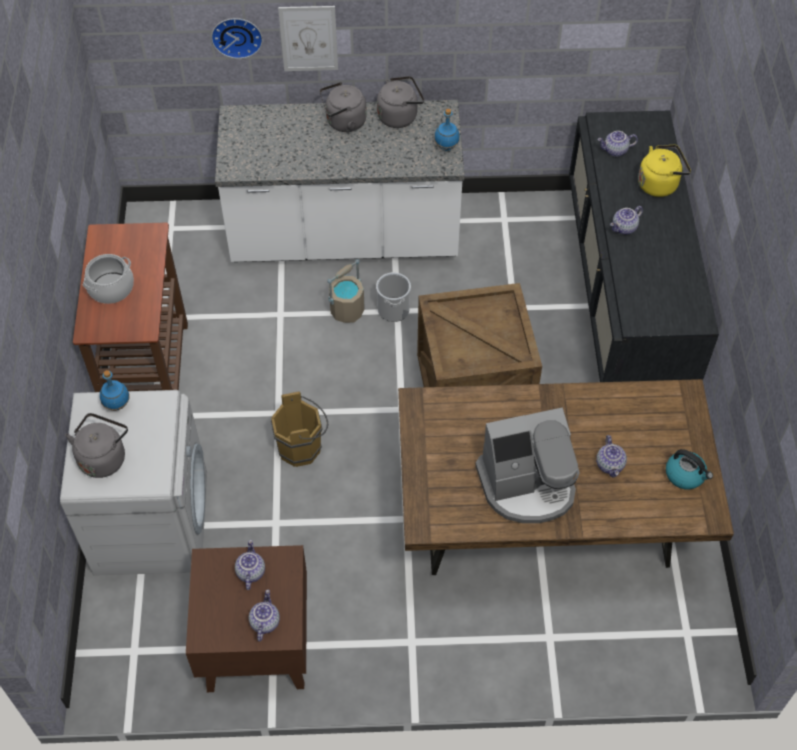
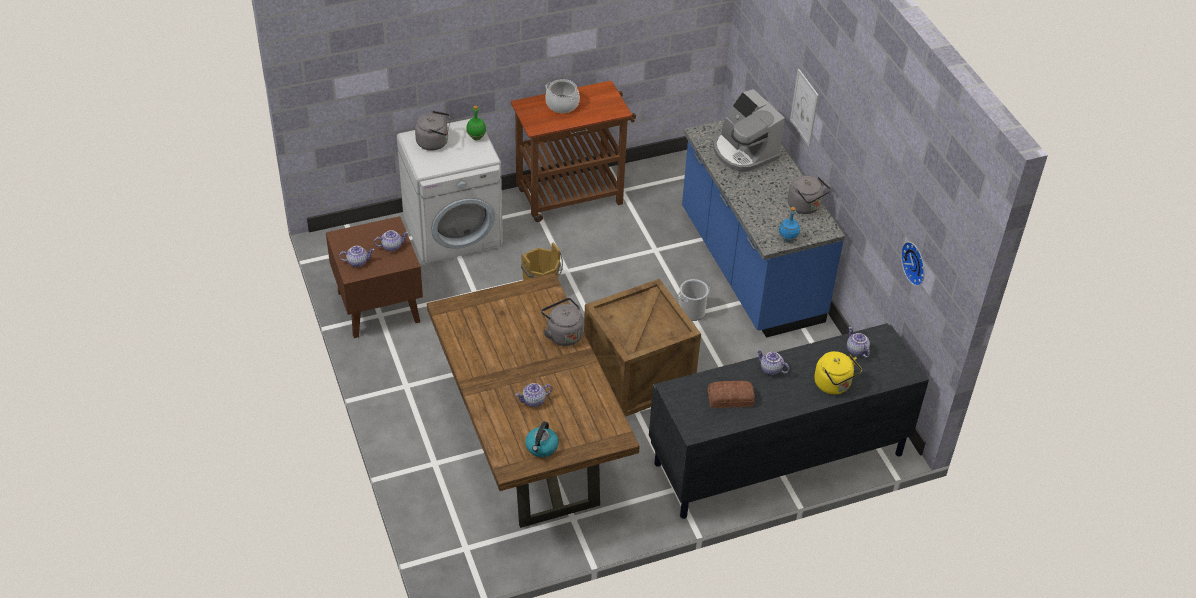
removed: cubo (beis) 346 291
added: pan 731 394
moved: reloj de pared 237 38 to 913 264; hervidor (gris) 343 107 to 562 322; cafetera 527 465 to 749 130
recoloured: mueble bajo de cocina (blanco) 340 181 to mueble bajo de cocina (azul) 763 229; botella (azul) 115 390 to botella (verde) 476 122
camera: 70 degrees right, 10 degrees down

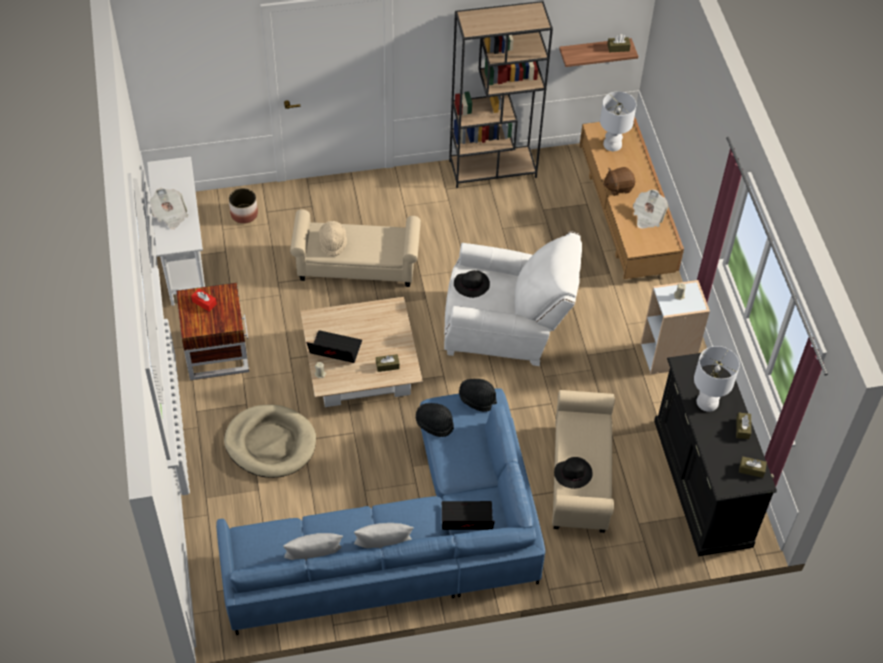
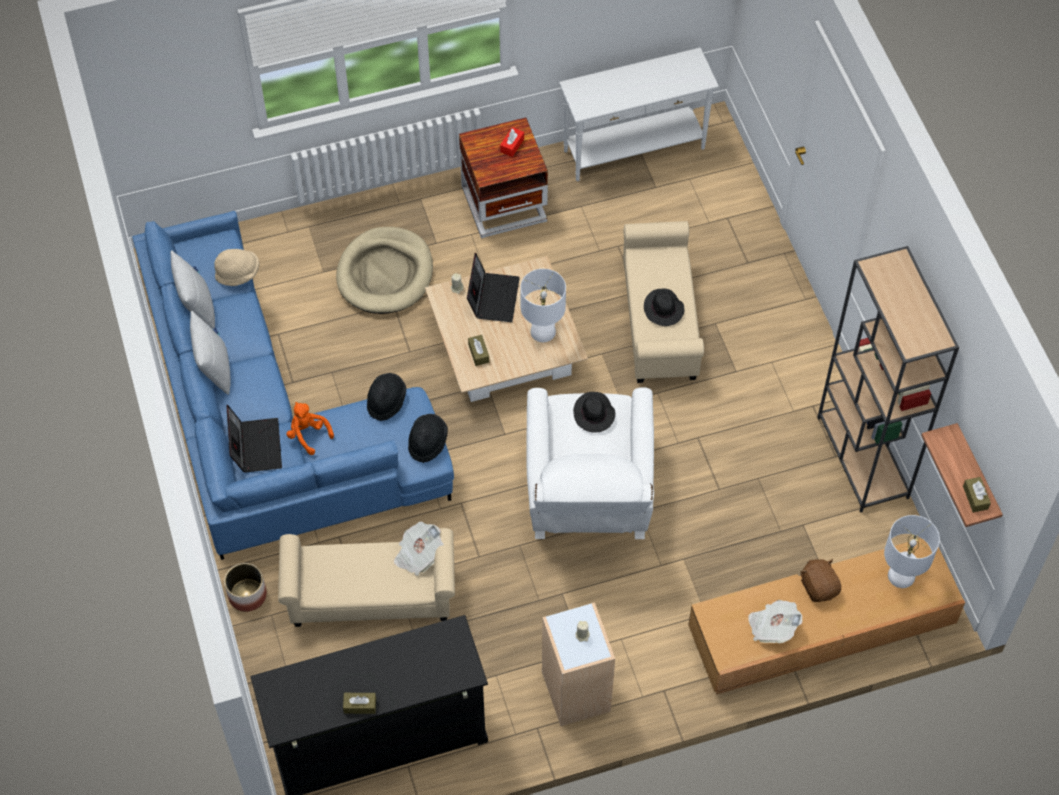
removed: caja de pañuelos (marrón) 753 467
added: peluche (naranja) 310 428
moved: periódico 169 208 to 419 548; maceta 243 206 to 245 587; sombrero (beis) 333 238 to 236 267; lámpara de mesa (blanco) 717 379 to 543 305; sombrero (negro) 573 473 to 664 307
camera: 85 degrees right, 5 degrees up

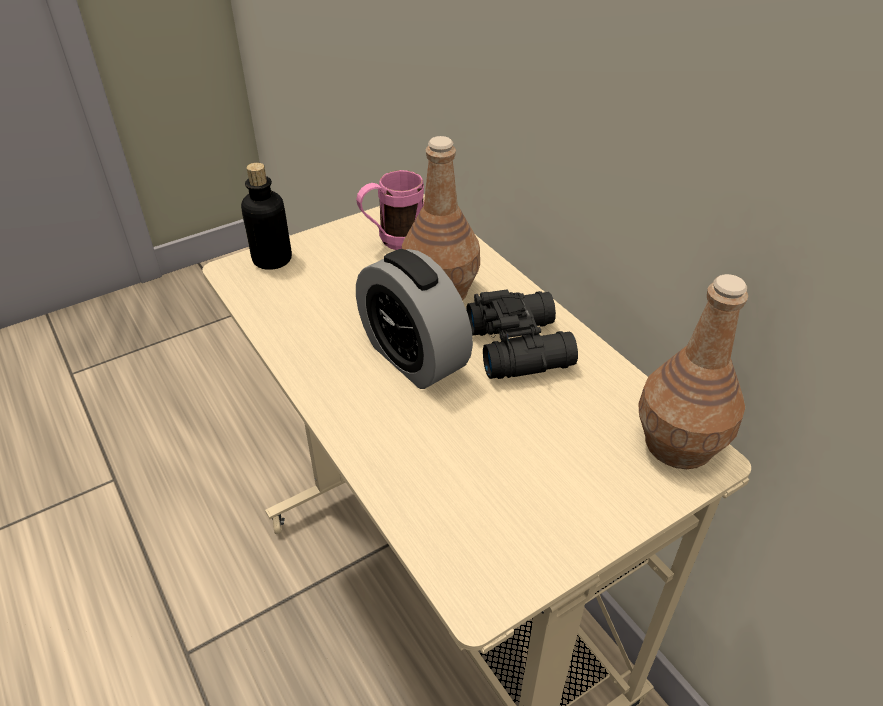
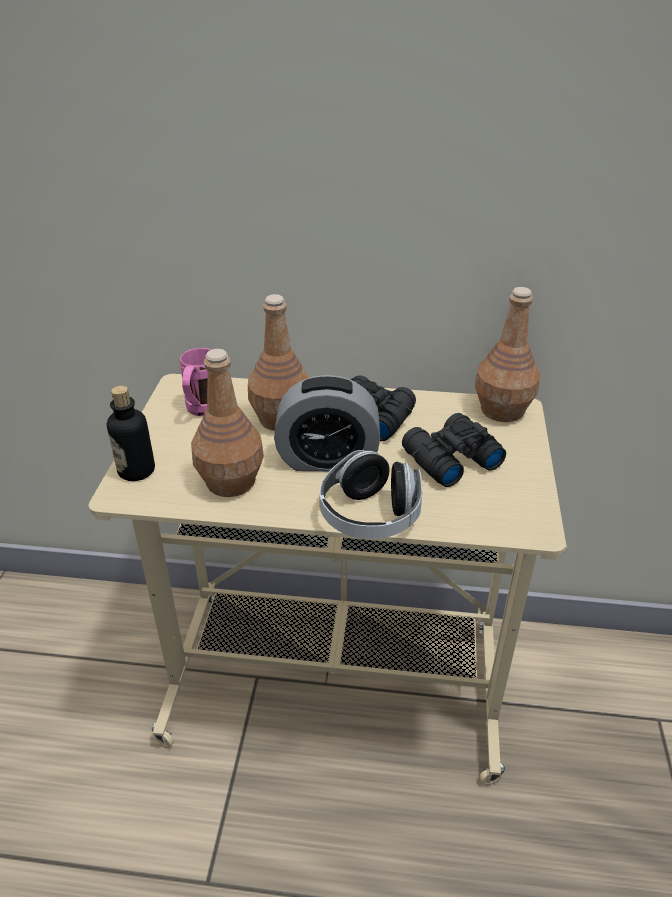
added: botella (marrón) 227 423; prismáticos (negro) 454 450; auriculares 370 494
camera: 50 degrees left, 5 degrees down

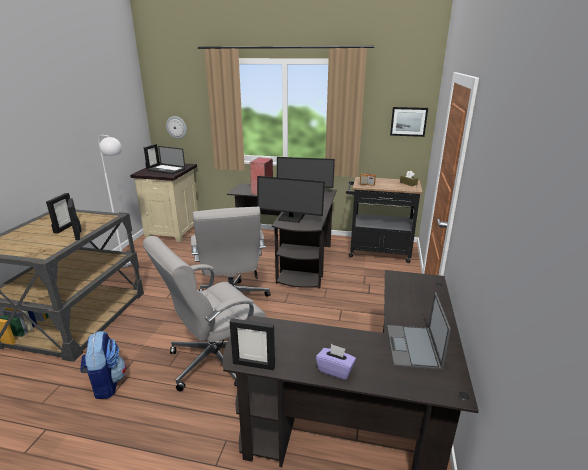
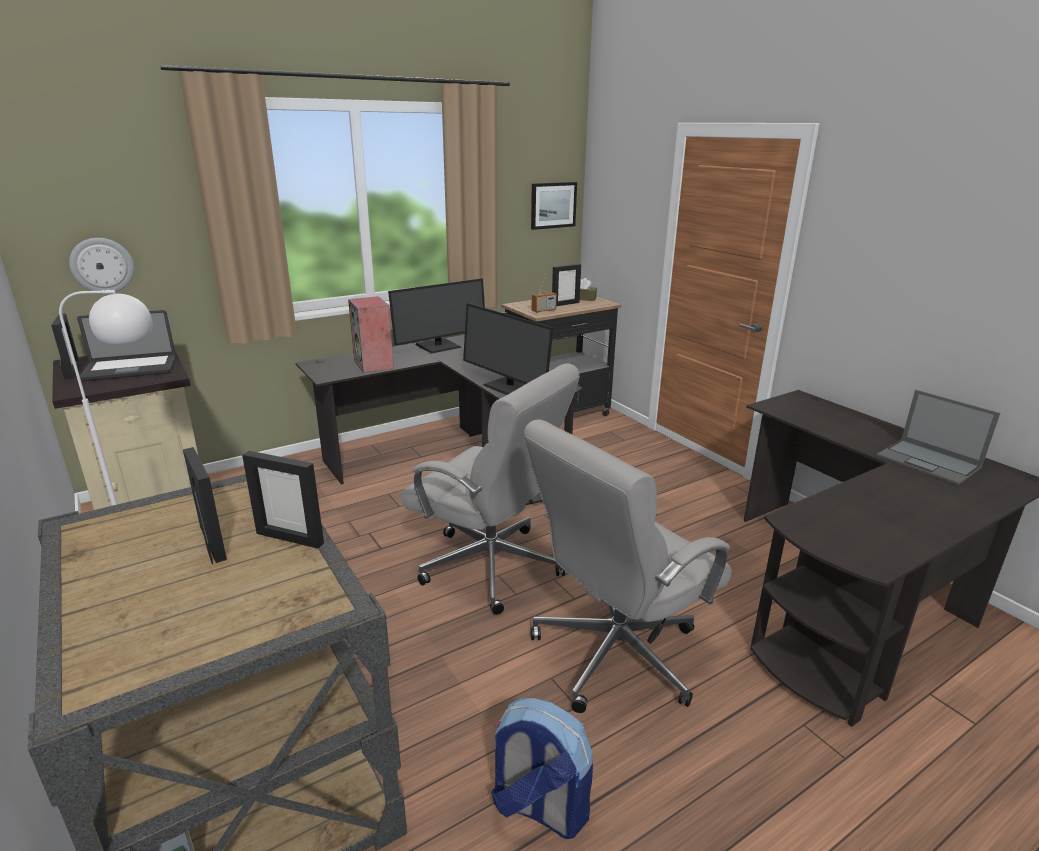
removed: caja de pañuelos (morado) 336 362
moved: portarretratos 252 344 to 566 285
turned: monitor 291 199 = 508 349 75 degrees clockwise; silla de oficina (gris) 204 313 = 627 566 45 degrees clockwise
camera: 45 degrees left, 0 degrees up

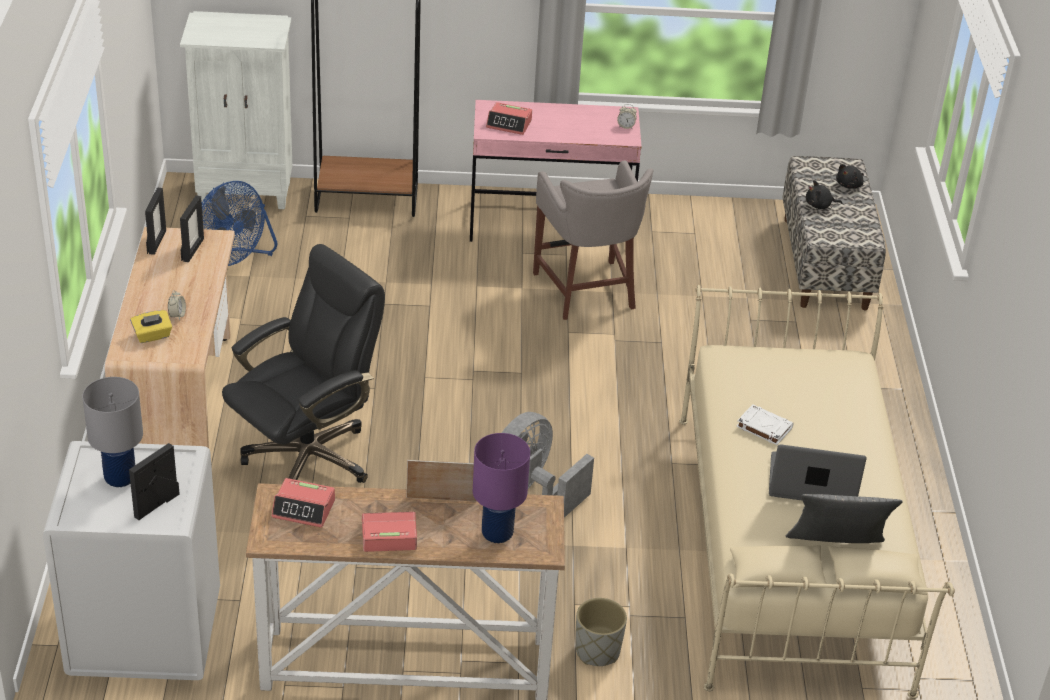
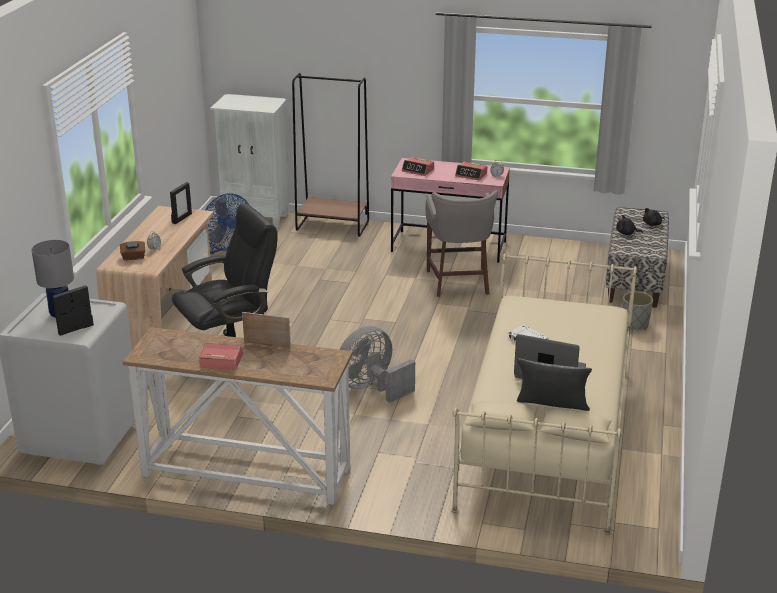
removed: portarretratos 155 221; lámpara de mesa (morado) 501 488
moved: despertador 303 503 to 471 171; maceta (gris) 601 632 to 638 311
recoloured: caja de pañuelos (amarillo) 151 326 to caja de pañuelos (marrón) 132 250
camera: 15 degrees right, 10 degrees down

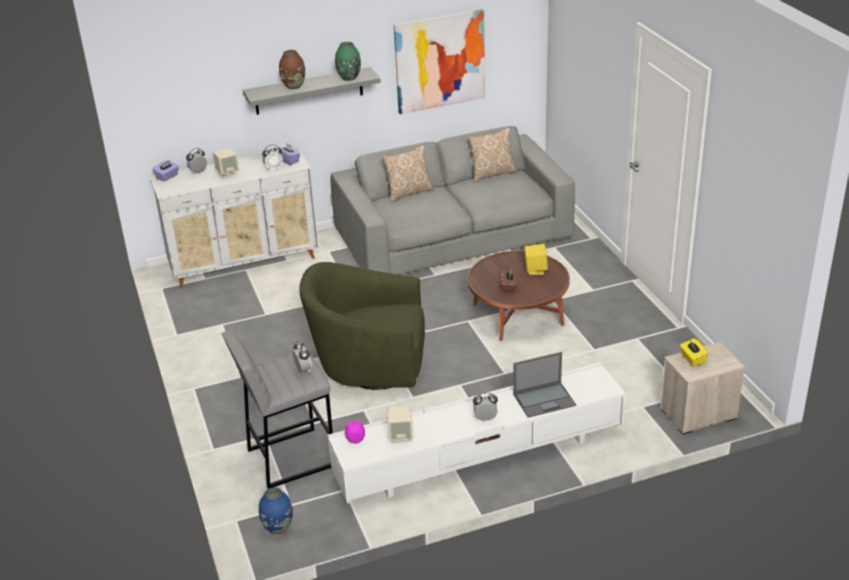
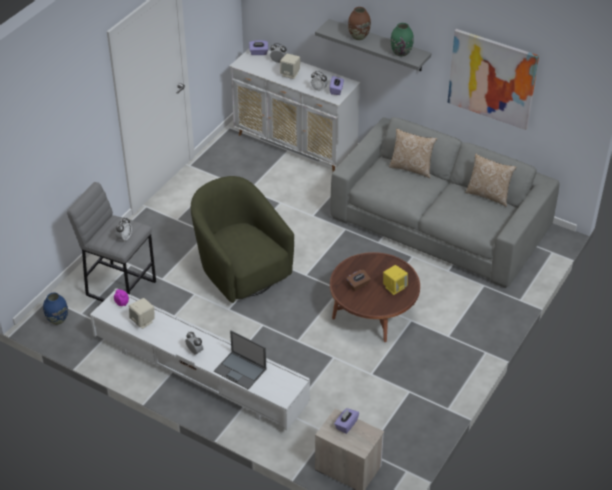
recoloured: caja de pañuelos (amarillo) 694 352 to caja de pañuelos (morado) 346 421
camera: 50 degrees right, 10 degrees up

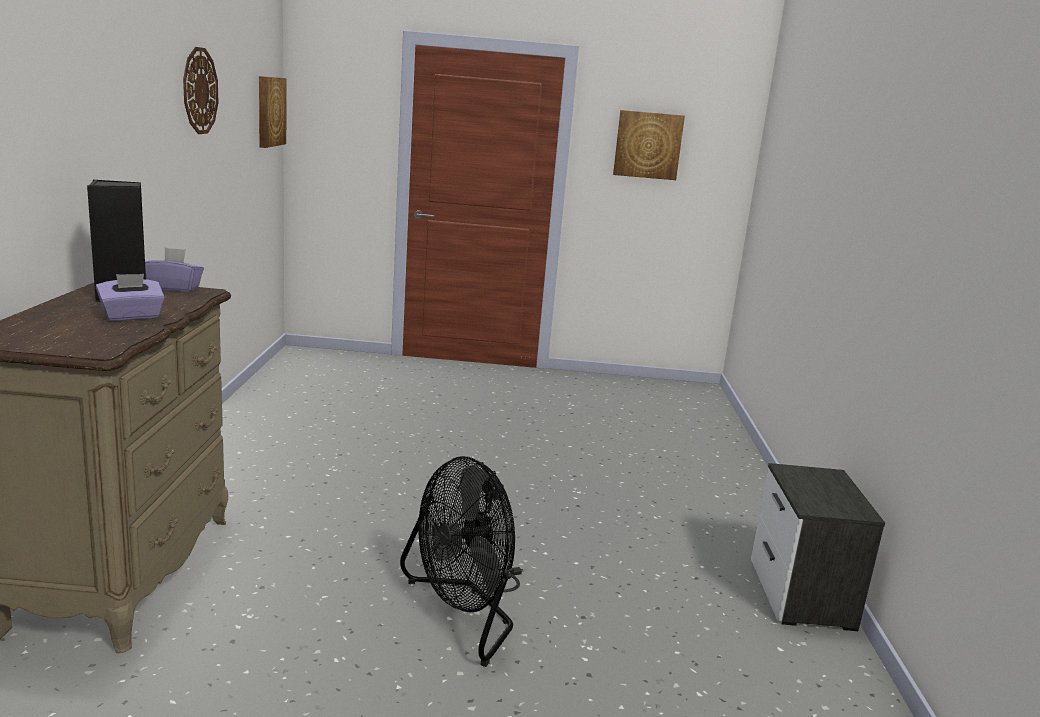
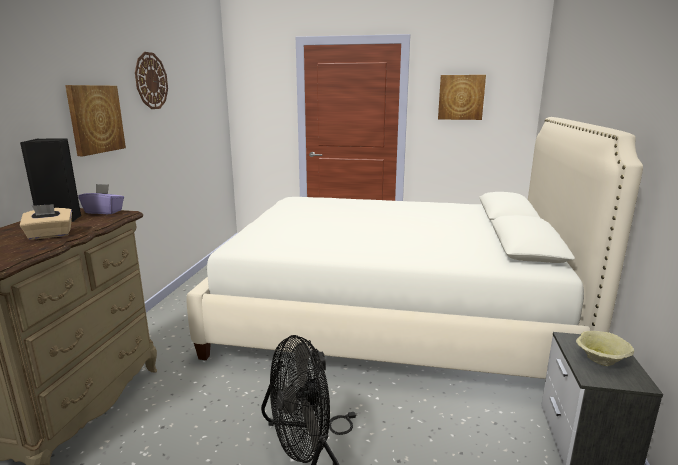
added: cama (blanco) 414 248; cuenco (beis) 605 348
moved: cuadro 272 112 to 95 120
recoloured: caja de pañuelos (morado) 130 297 to caja de pañuelos (beis) 46 222
camera: 10 degrees right, 0 degrees up

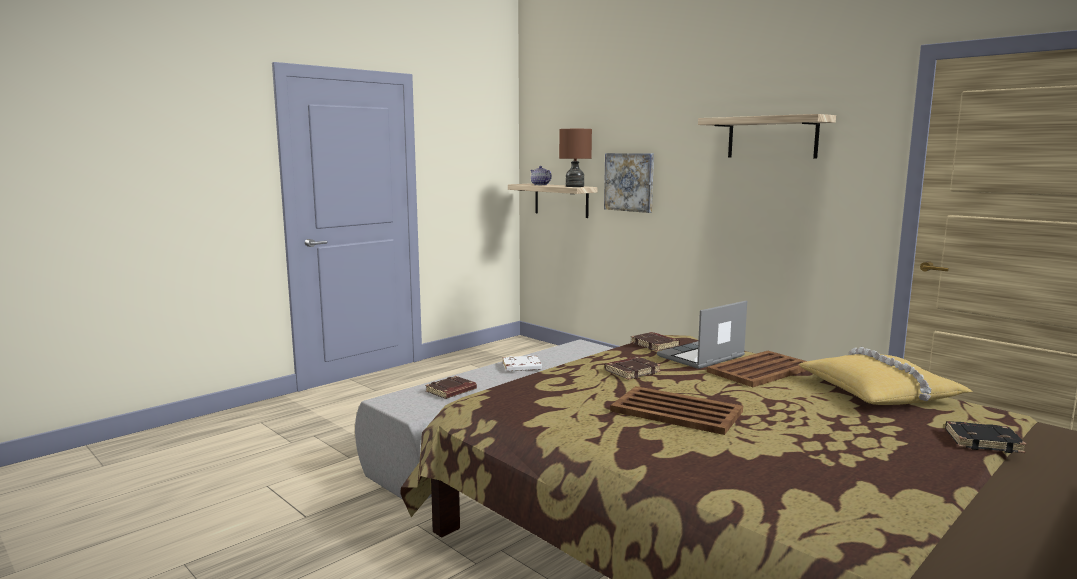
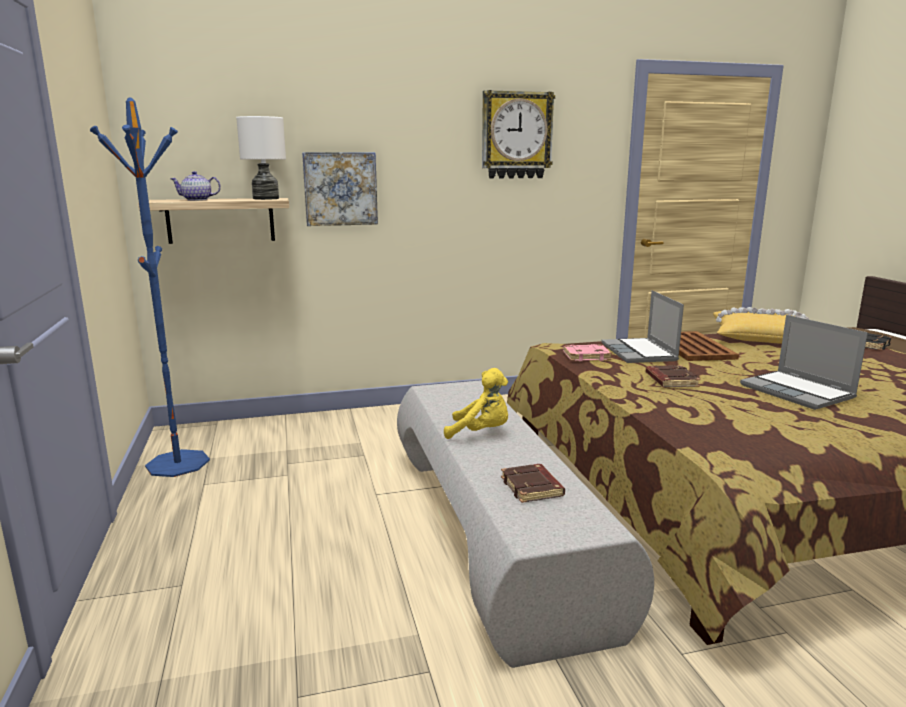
added: perchero (azul) 150 287
replaced: estante 767 136 to reloj de pared 518 134; libro (blanco) 522 363 to peluche (amarillo) 476 403; bandeja (marrón) 676 410 to portátil 804 362
recoloured: lámpara de mesa (marrón) 575 158 to lámpara de mesa (blanco) 261 158; libro (marrón) 655 341 to libro (rosa) 587 352
camera: 60 degrees left, 5 degrees up

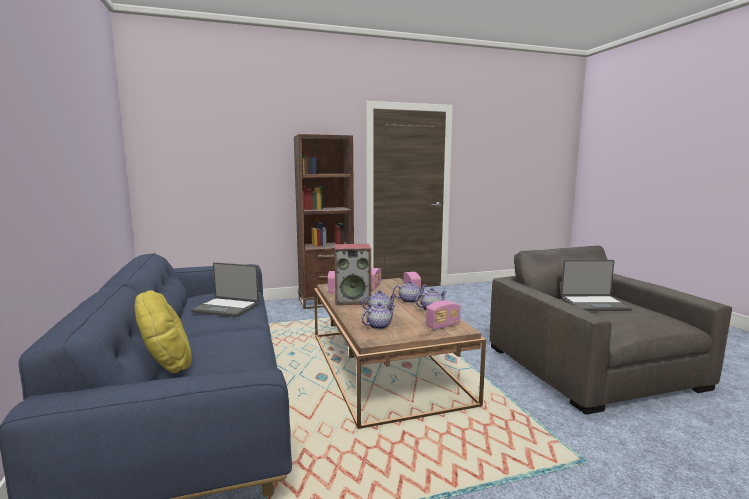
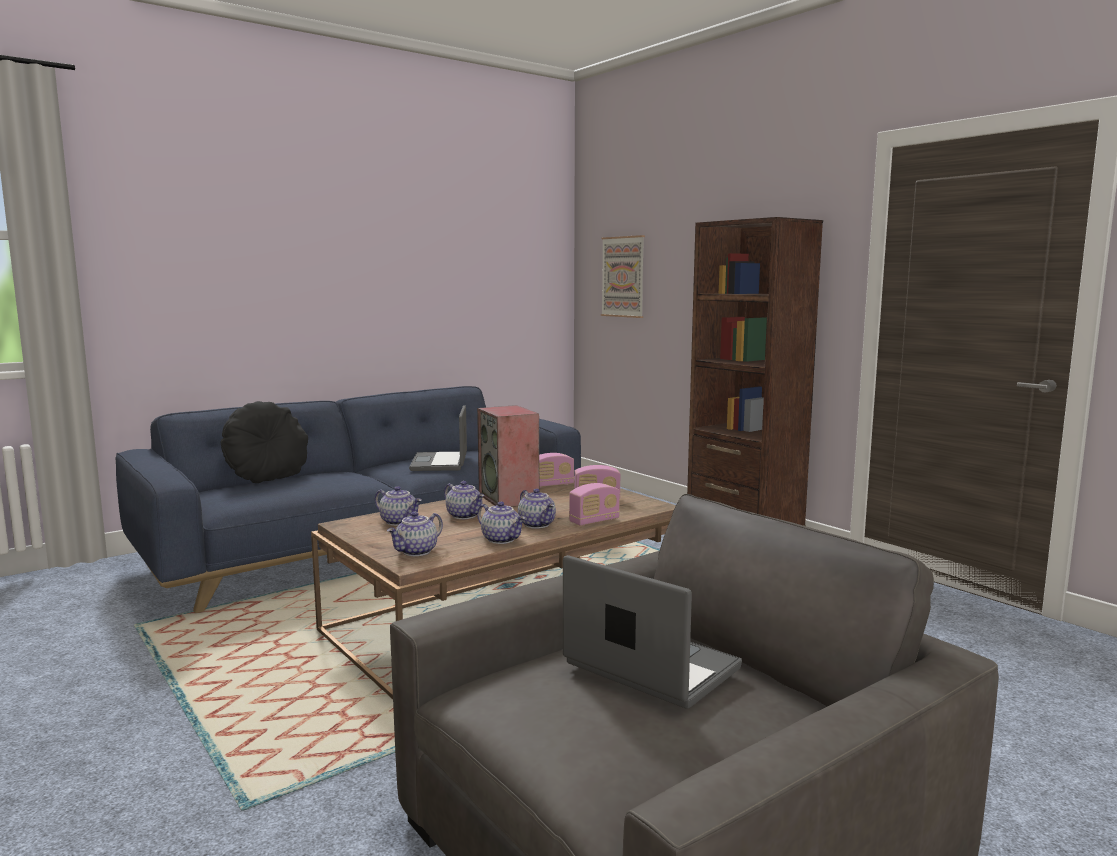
added: cuadro 623 276
replaced: radio 443 315 to tetera 415 534
recoloured: cojín (amarillo) 163 331 to cojín (negro) 264 442
turned: portátil 596 285 = 652 632 150 degrees clockwise
camera: 70 degrees right, 0 degrees up

